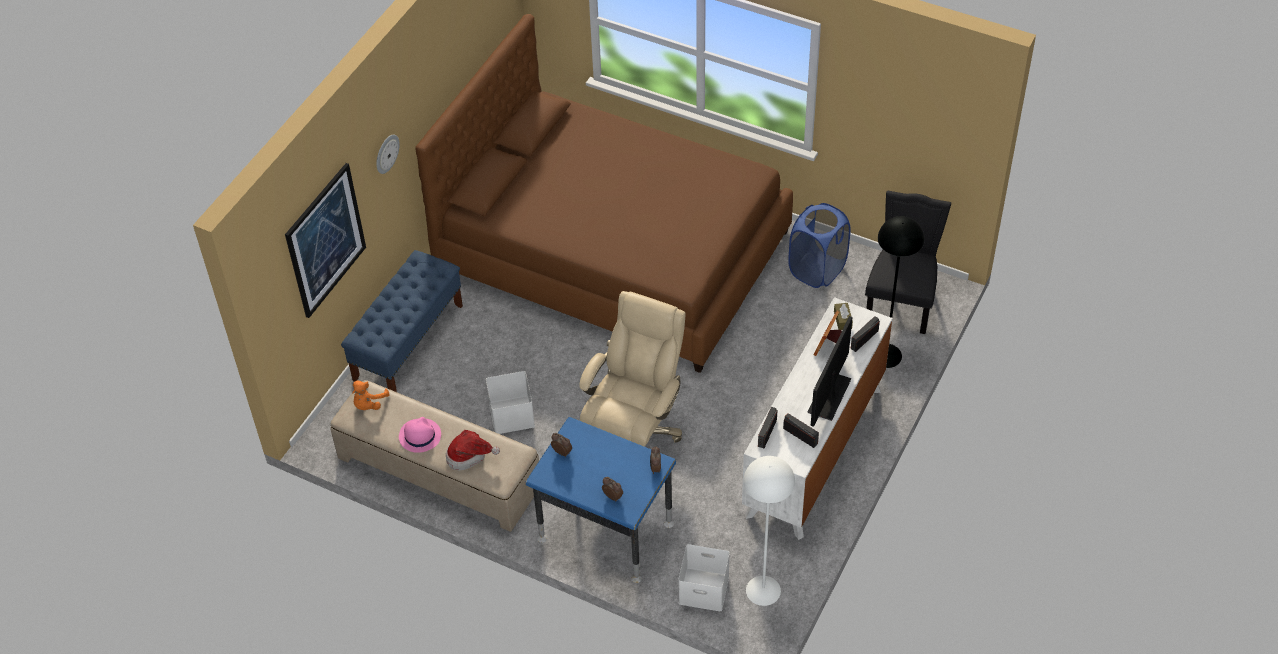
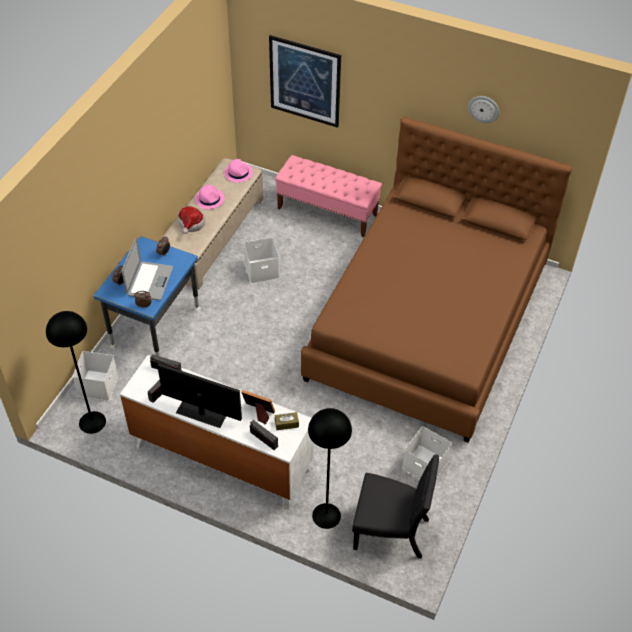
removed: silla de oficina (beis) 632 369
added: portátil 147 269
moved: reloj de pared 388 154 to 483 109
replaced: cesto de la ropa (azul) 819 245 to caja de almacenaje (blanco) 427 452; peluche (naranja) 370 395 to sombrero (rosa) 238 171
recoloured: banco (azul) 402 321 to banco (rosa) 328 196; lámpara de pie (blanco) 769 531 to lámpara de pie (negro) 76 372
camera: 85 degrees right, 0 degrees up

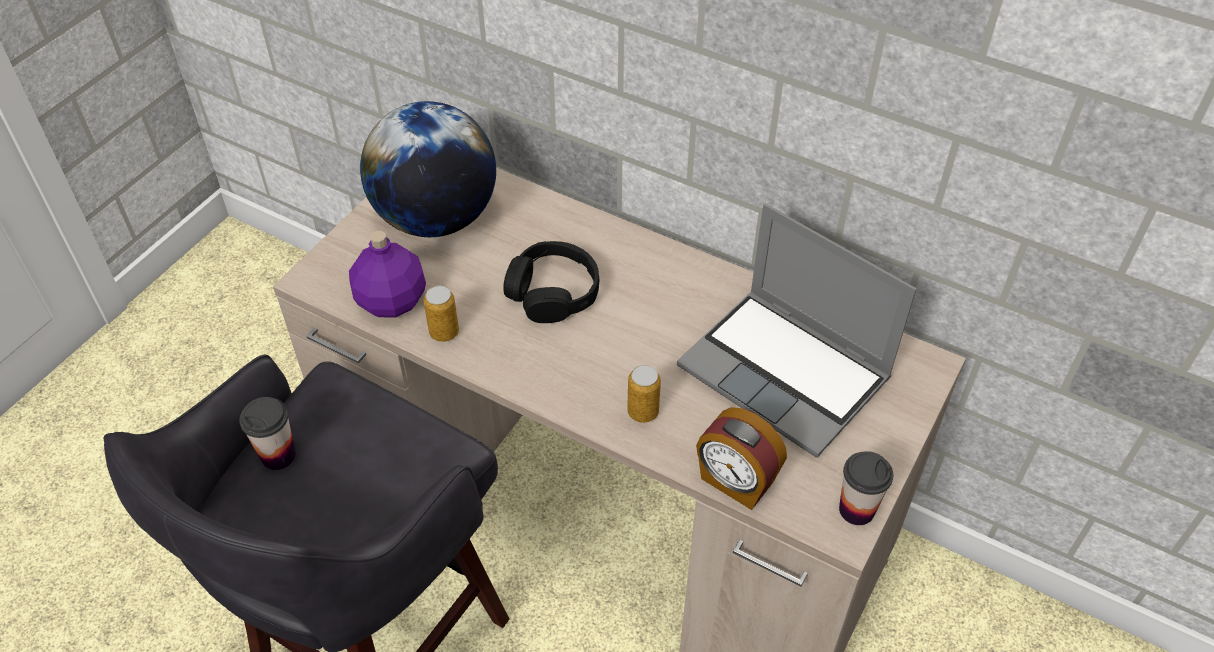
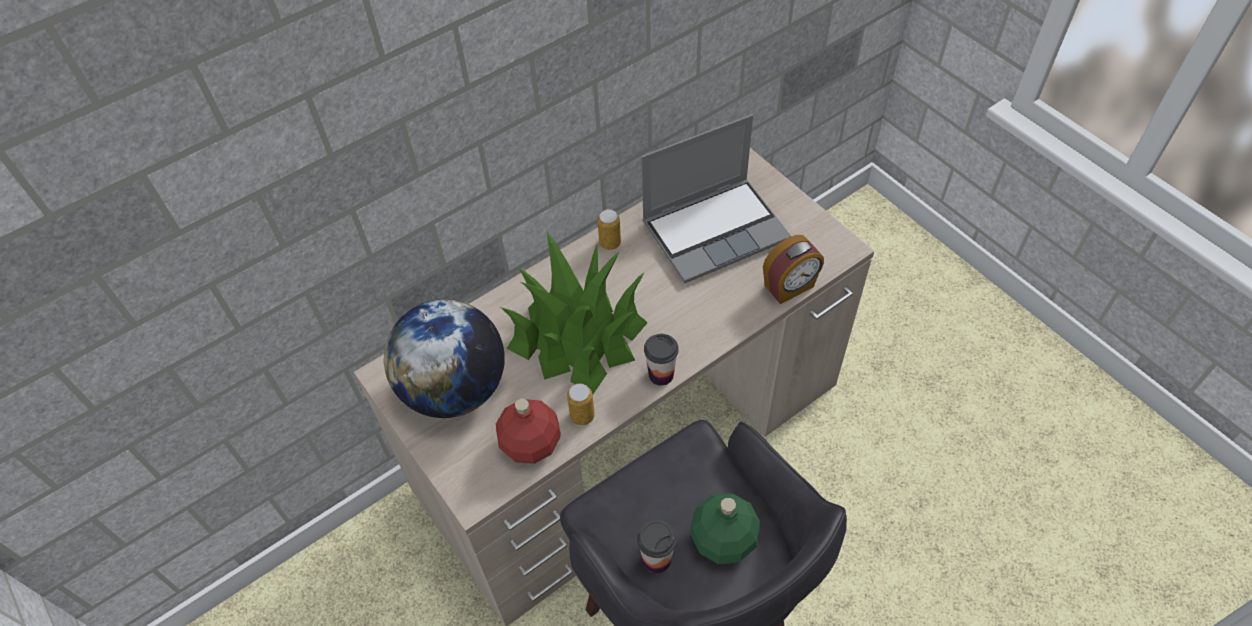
added: botella (verde) 725 528
moved: lata 644 394 to 609 229; taza 866 488 to 661 360
replaced: auriculares (negro) 551 282 to planta en maceta 574 313
recoloured: botella (morado) 387 274 to botella (rojo) 528 431
camera: 65 degrees left, 5 degrees up

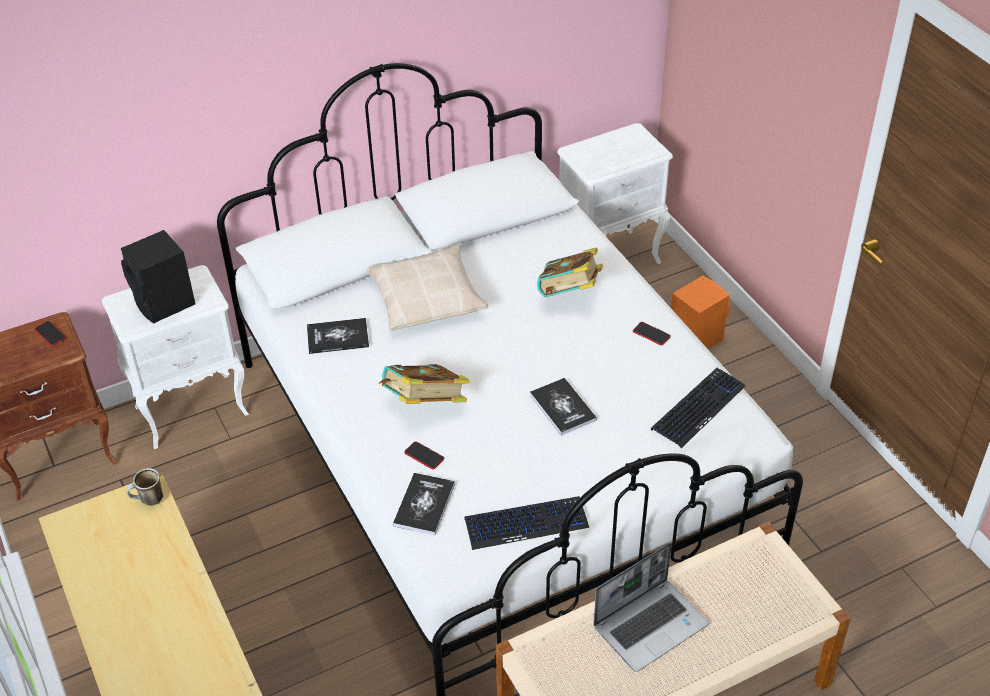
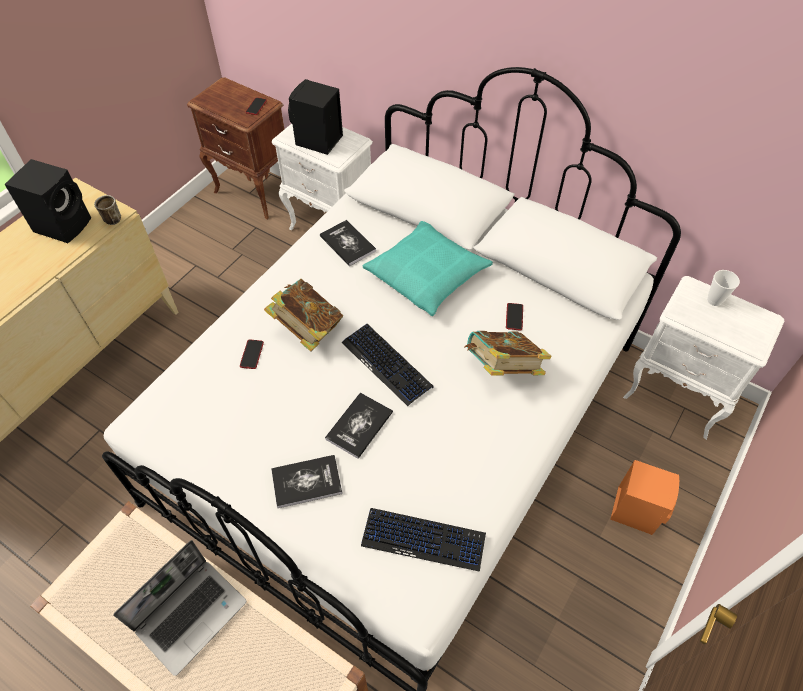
added: altavoz (negro) 47 201; taza 723 288
moved: móvil 652 333 to 514 316; libro 424 504 to 307 481; teclado 526 523 to 387 365
recoloured: cojín (beis) 427 287 to cojín (turquesa) 428 268
turned: portátil 651 607 = 180 608 75 degrees counterclockwise
camera: 60 degrees right, 10 degrees up

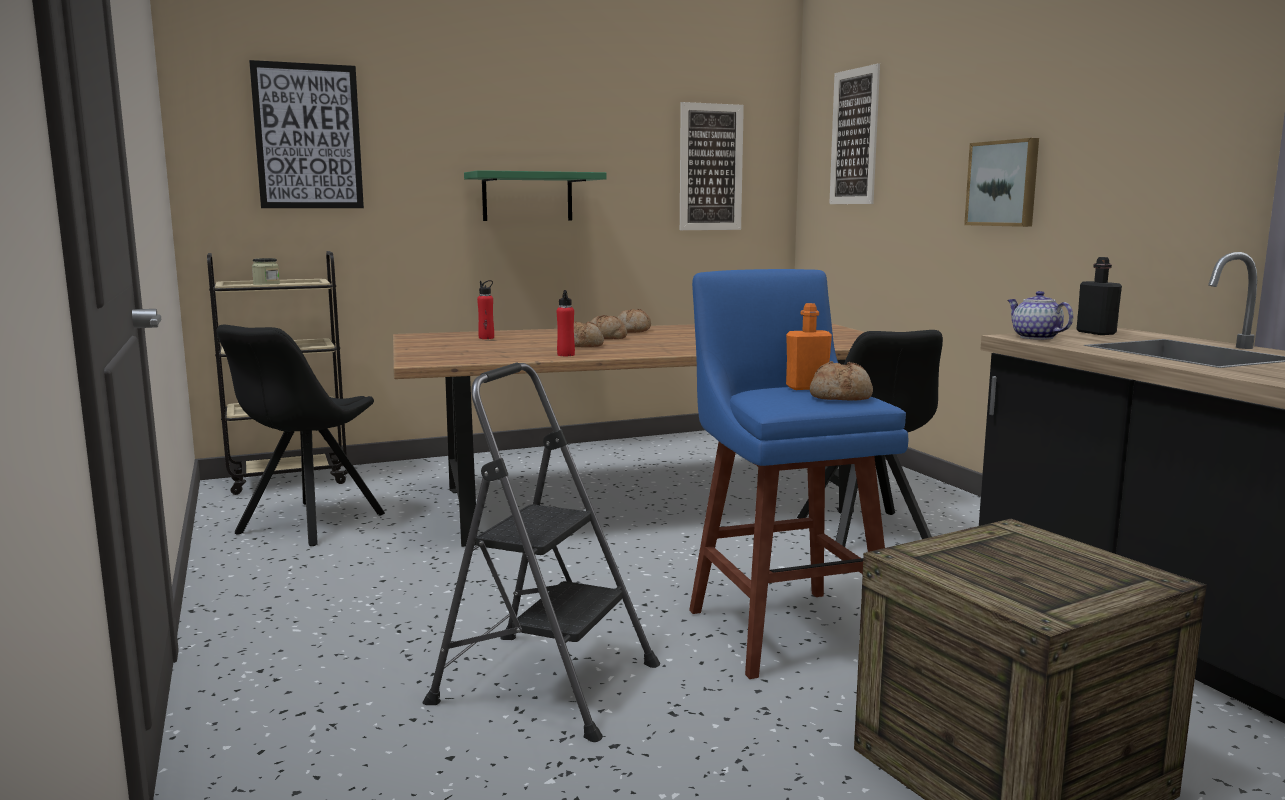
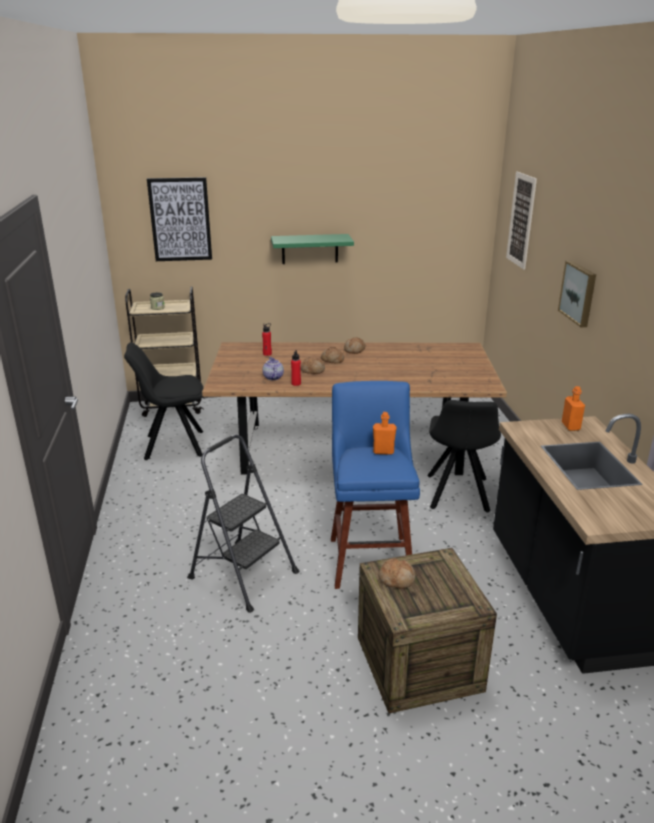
removed: cuadro 712 166
moved: tetera 1040 315 to 273 368; pan 841 380 to 397 573
recoloured: botella (negro) 1099 296 to botella (naranja) 573 408
turned: silla (negro) 301 435 = 163 401 45 degrees clockwise
camera: 15 degrees right, 15 degrees up

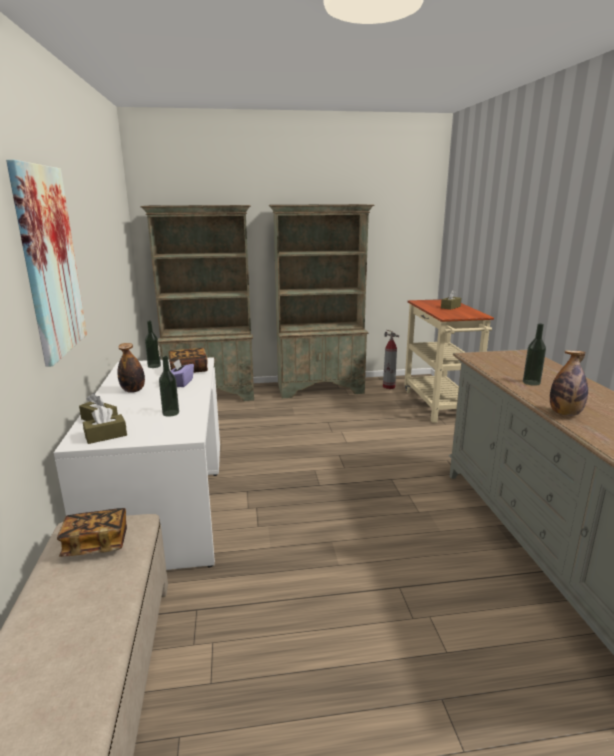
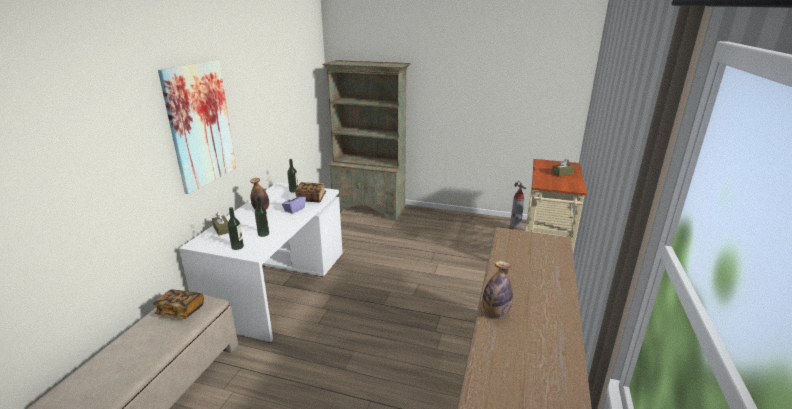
removed: estantería (verde) 321 301; caja de pañuelos (marrón) 105 425
moved: botella 534 354 to 235 228
camera: 25 degrees right, 5 degrees up

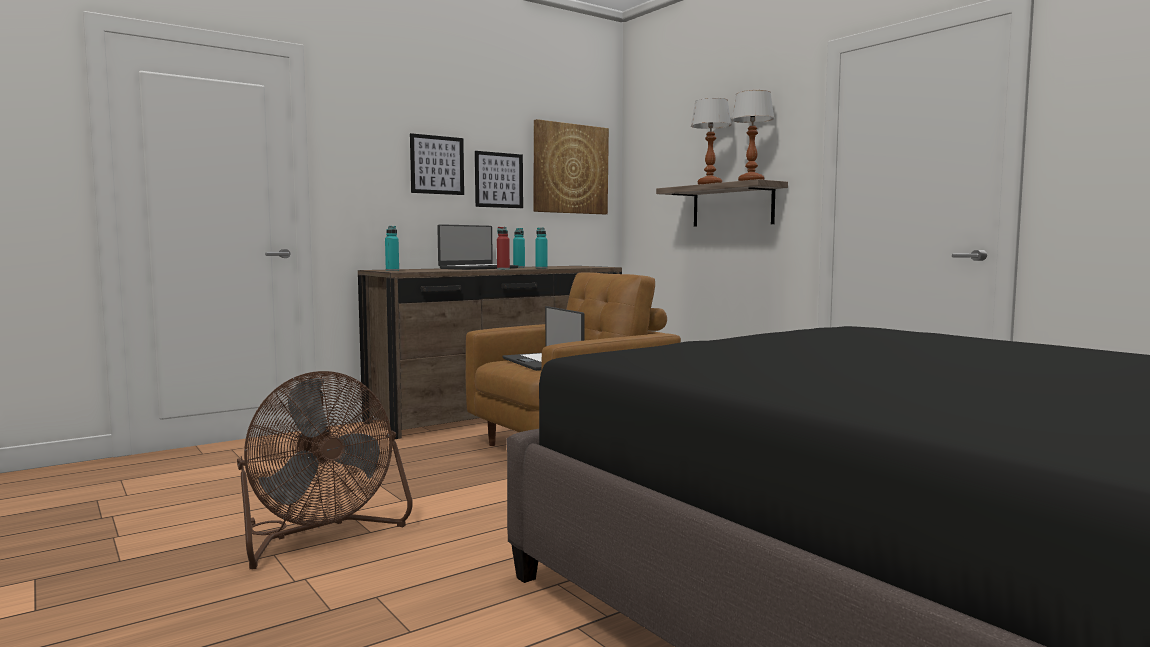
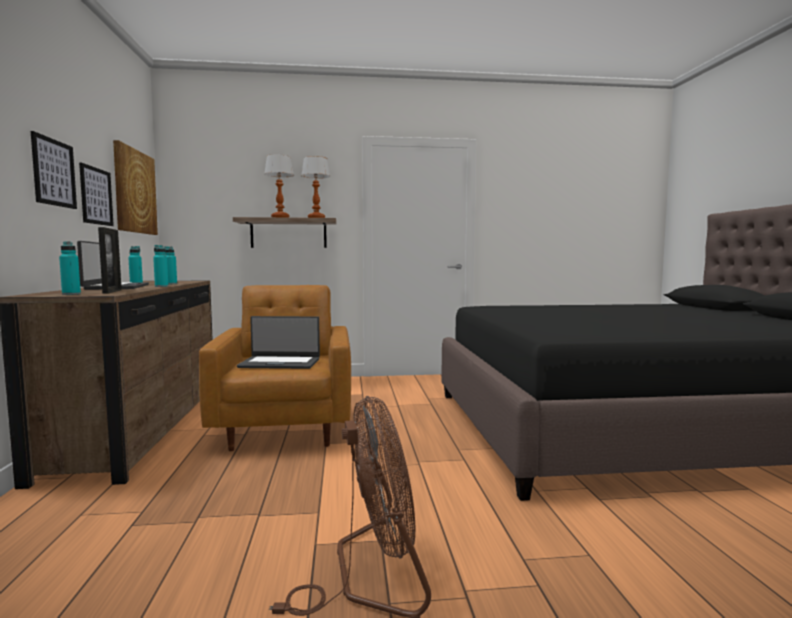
added: portarretratos 110 260
recoloured: botella (rojo) 503 248 to botella (turquesa) 160 266
camera: 60 degrees left, 0 degrees up

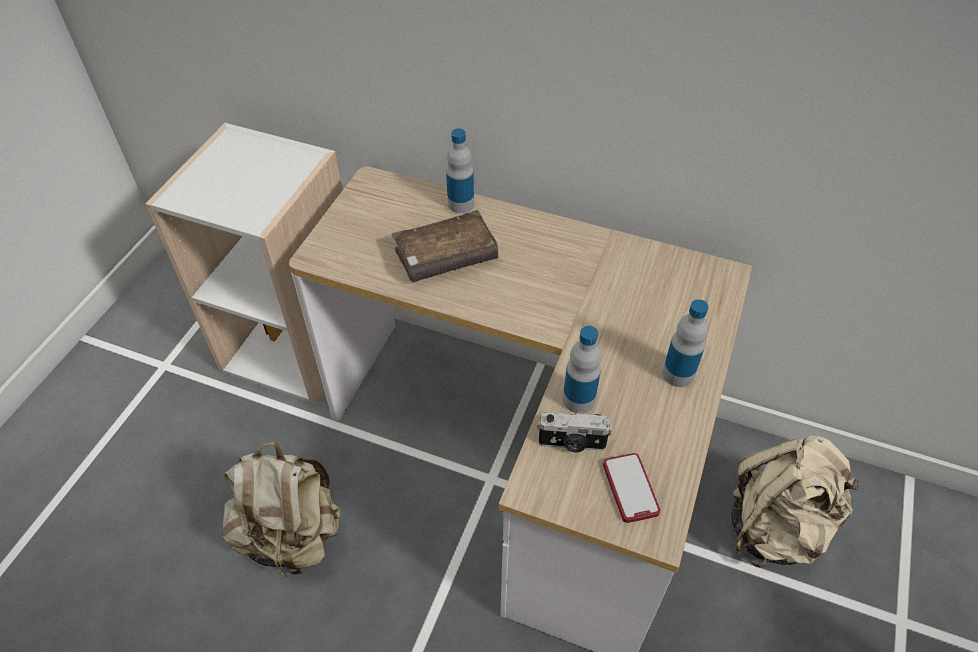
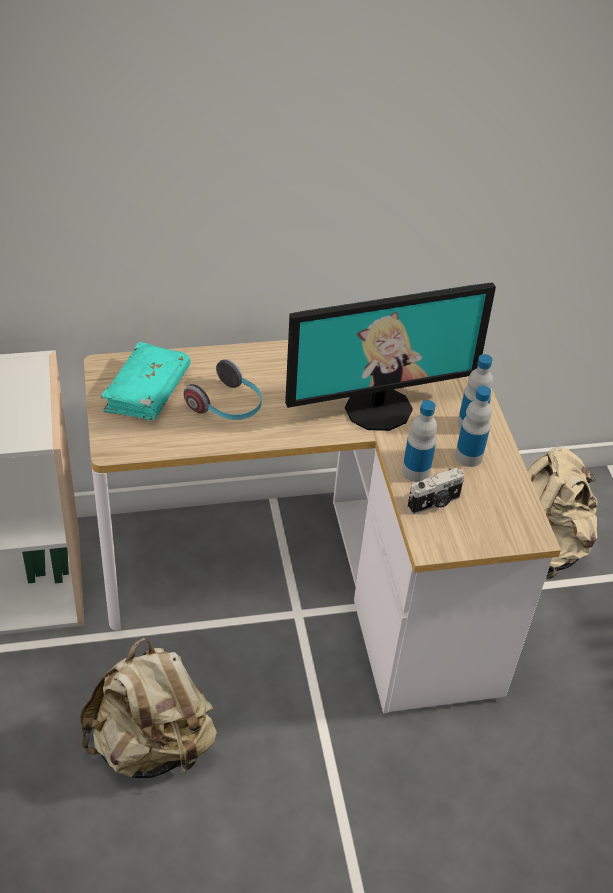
removed: móvil 631 488
added: monitor 390 356; libro (turquesa) 145 381
moved: botella 460 171 to 473 426
replaced: libro (marrón) 445 246 to auriculares 222 389
camera: 35 degrees left, 5 degrees down

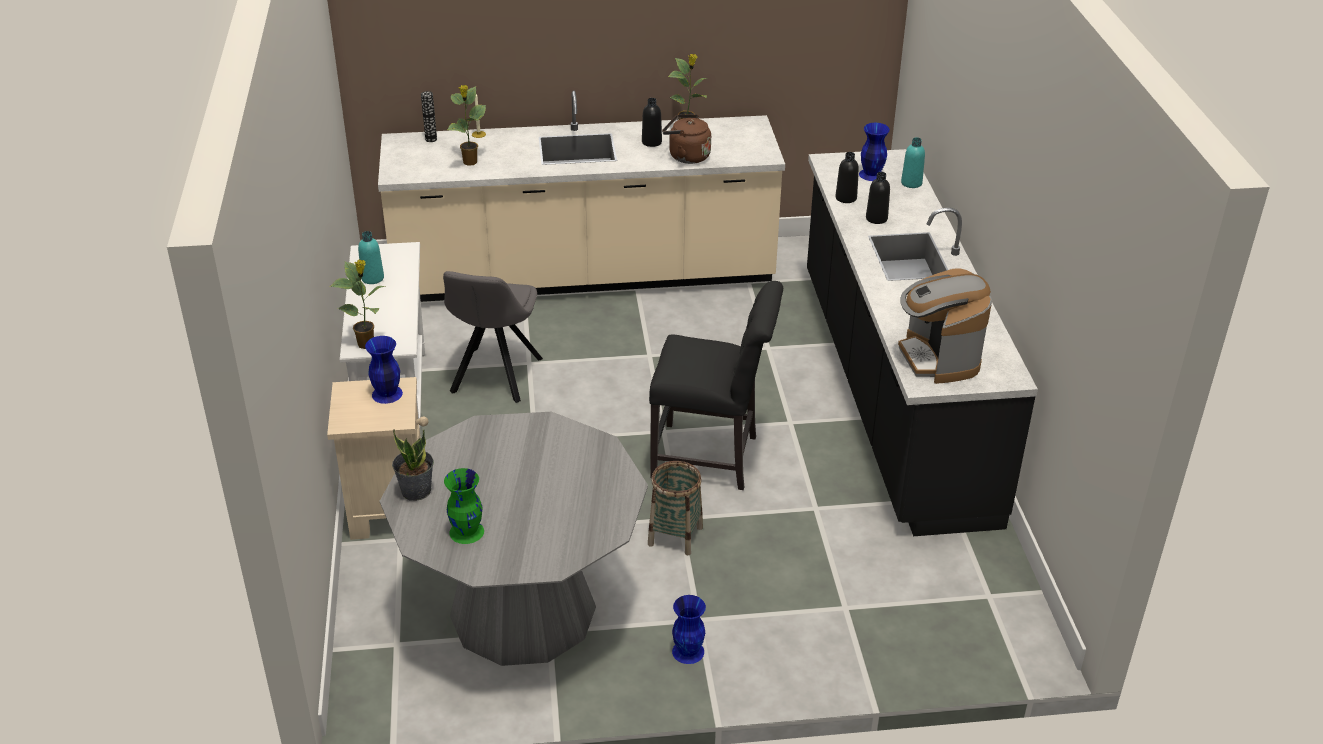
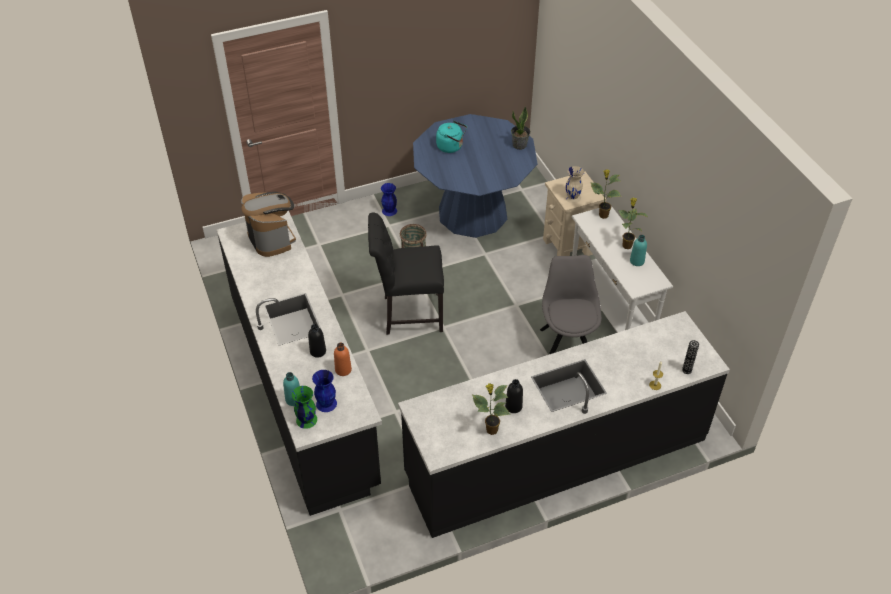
removed: hervidor (marrón) 686 139
added: hervidor (turquesa) 451 137
moved: planta en maceta 466 125 to 633 223; florero (verde) 464 506 to 304 407
recoloured: mueble bajo de cocina (beis) 581 196 to mueble bajo de cocina (negro) 564 424; botella (negro) 847 177 to botella (naranja) 343 359; florero (azul) 384 370 to florero (beis) 574 184; mesa de comedor (gris) 514 539 to mesa de comedor (azul) 475 176
camera: 165 degrees right, 10 degrees up

